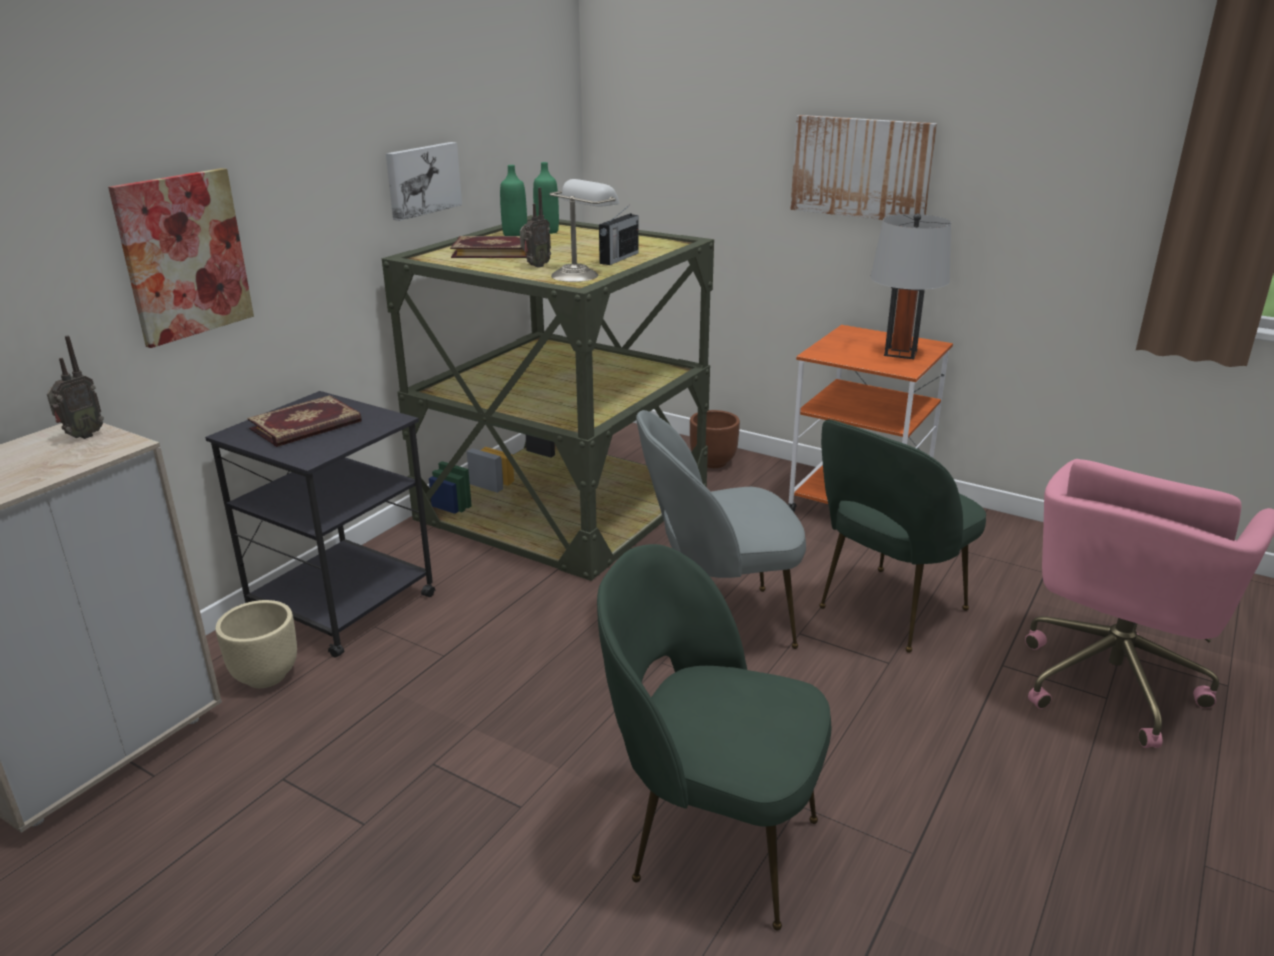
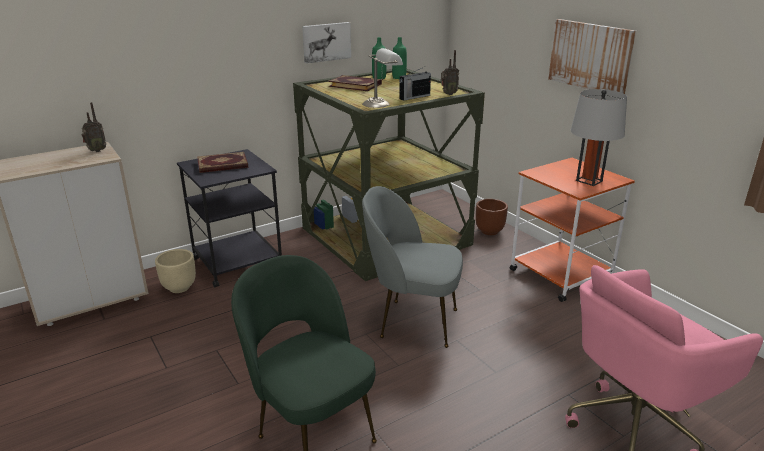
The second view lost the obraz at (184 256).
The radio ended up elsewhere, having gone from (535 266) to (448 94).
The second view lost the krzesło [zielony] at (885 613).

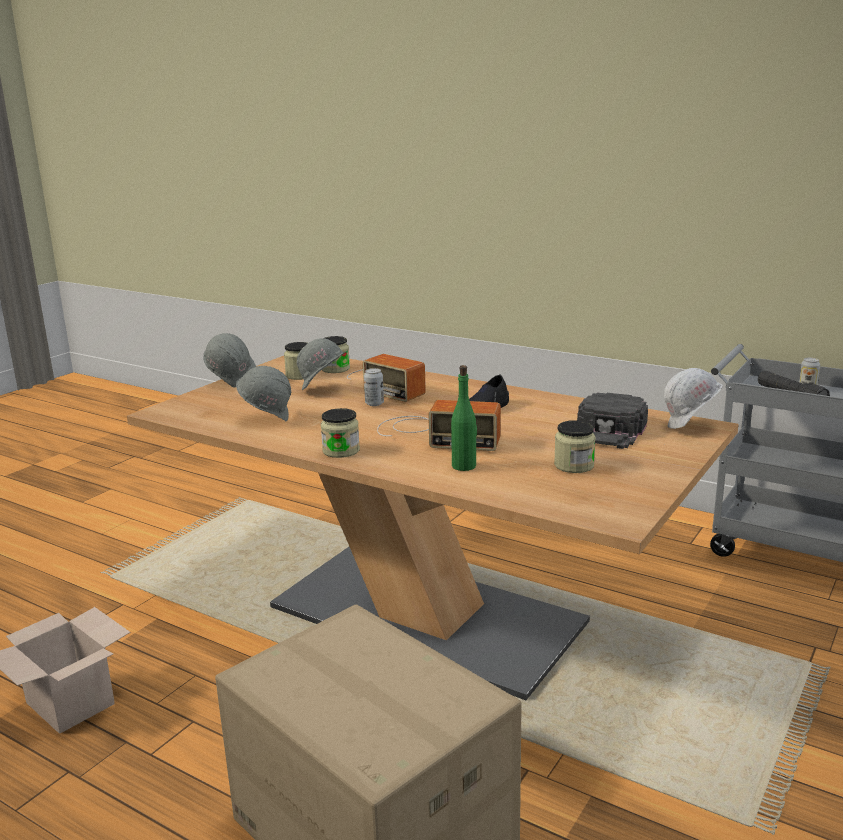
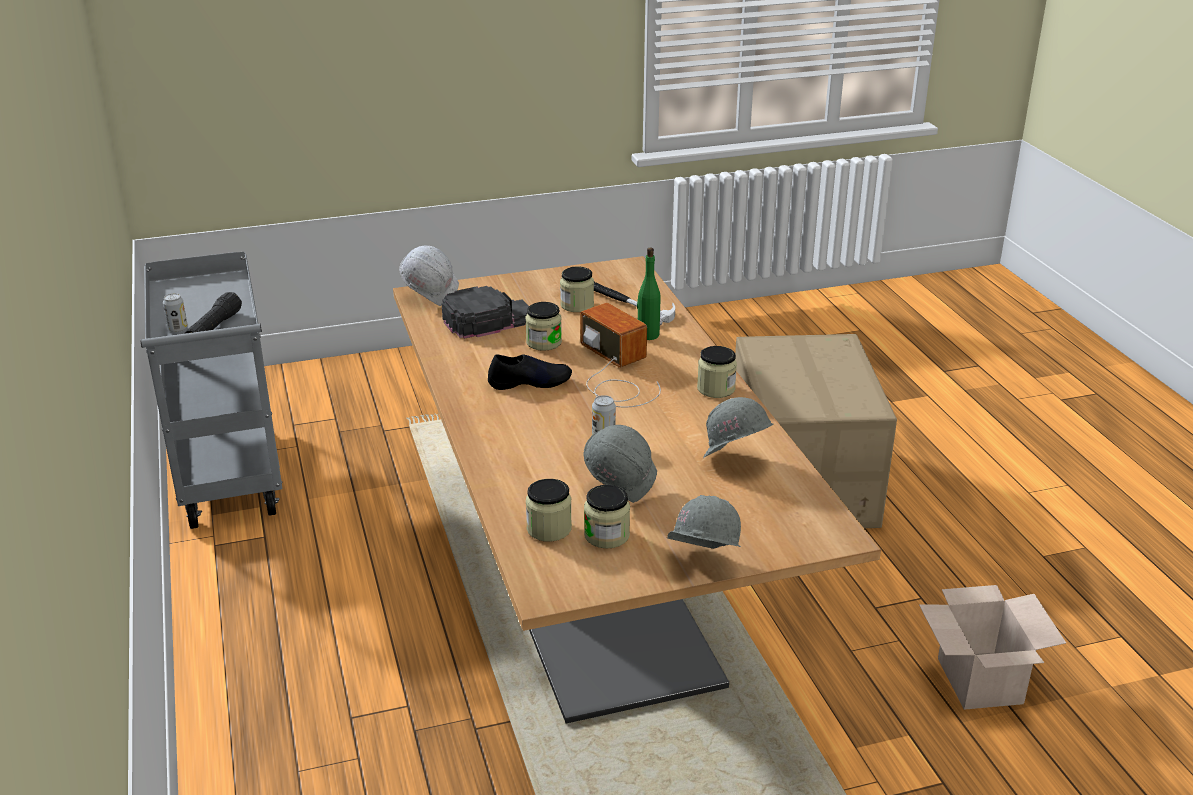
The second view lost the radio at (386 383).
The second view gained the młotek at (630 305).
The second view gained the słoik at (544 342).

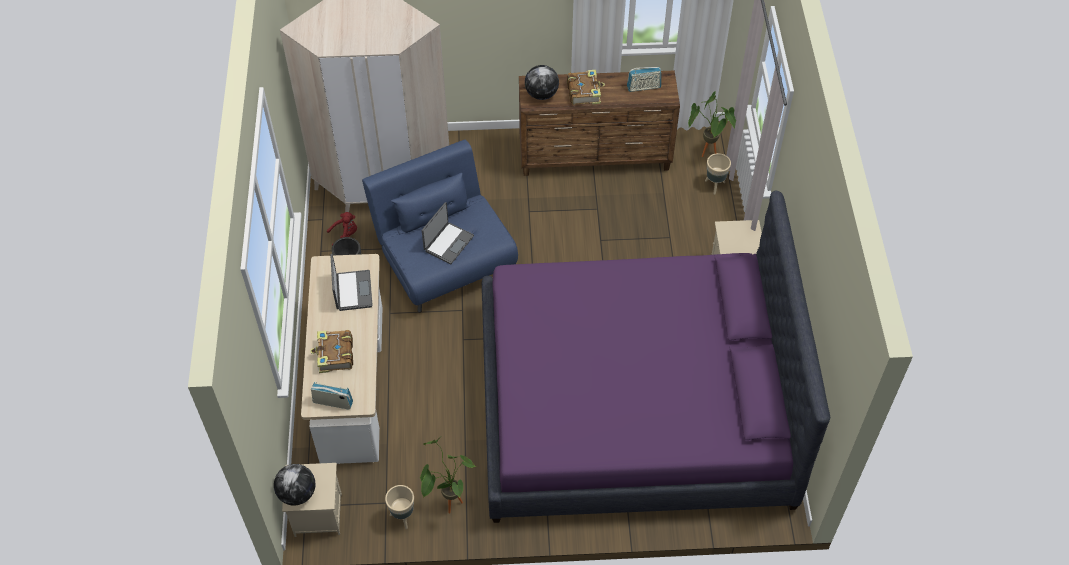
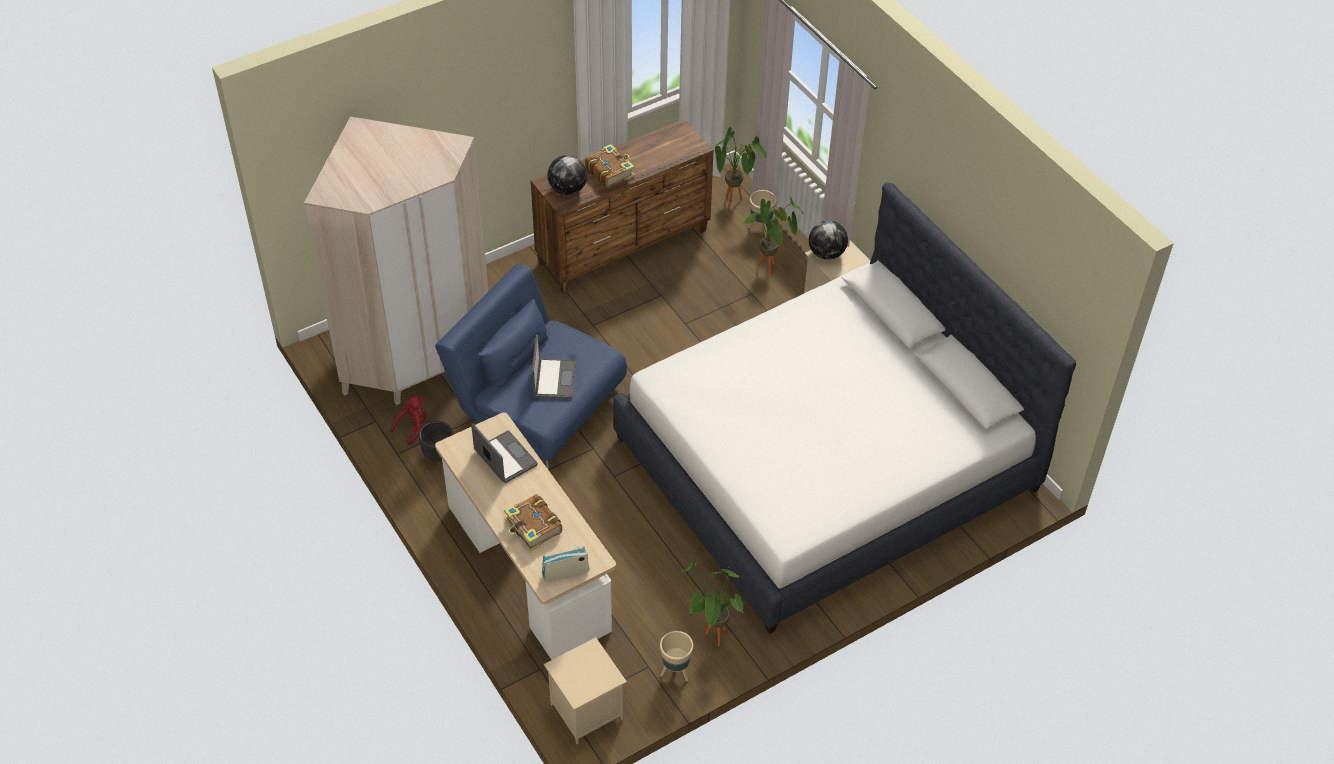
The second view lost the radio at (643 87).
What was the łóżko [fioletowy] at (633 404) turned into the łóżko [biały] at (826 463).
The globus ended up elsewhere, having gone from (297 494) to (826 254).
The second view gained the roślina doniczkowa at (771 270).

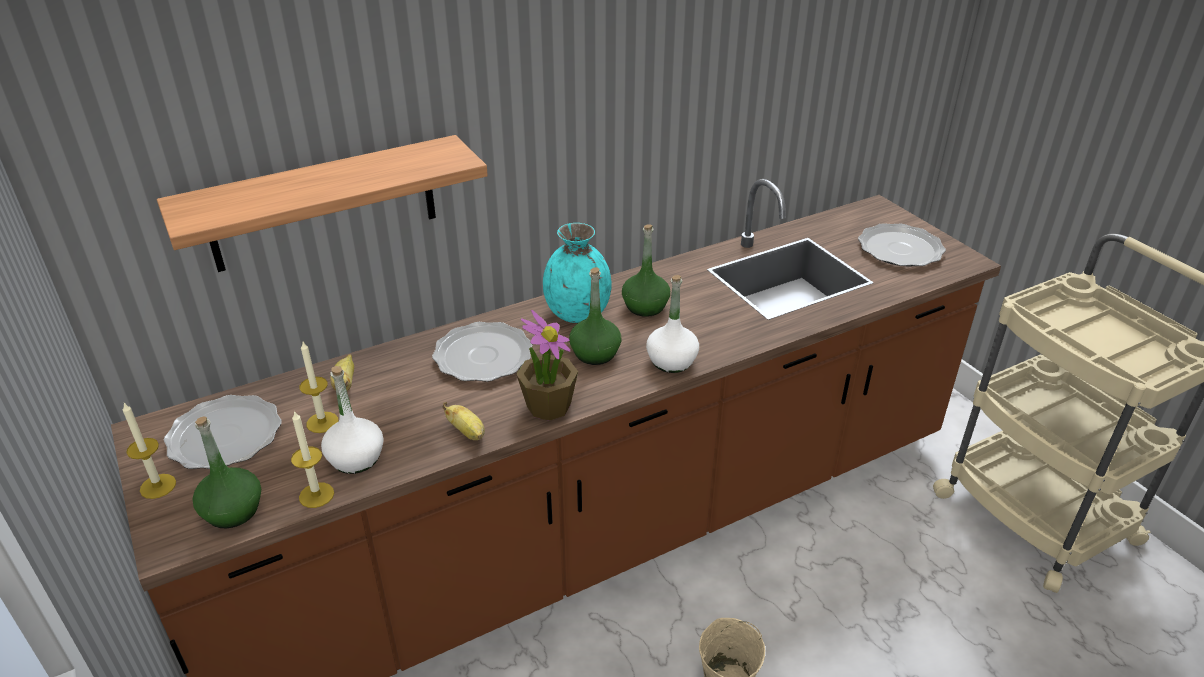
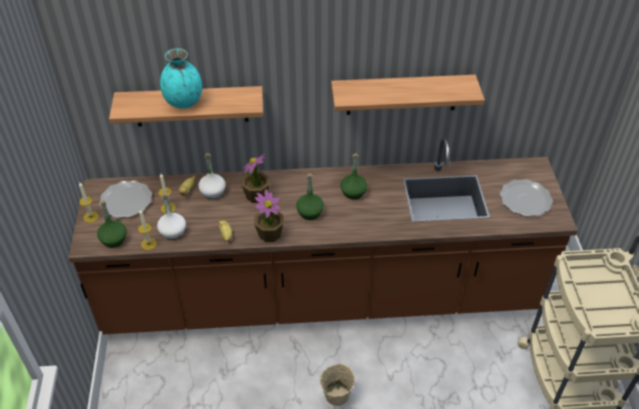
The wazon [turkusowy] ended up elsewhere, having gone from (578 313) to (184 102).
The butelka [biały] ended up elsewhere, having gone from (671 361) to (212 192).
Where the talerz stood at (483 356), the roślina doniczkowa came to stand at (256 196).
The second view gained the półka at (402 94).

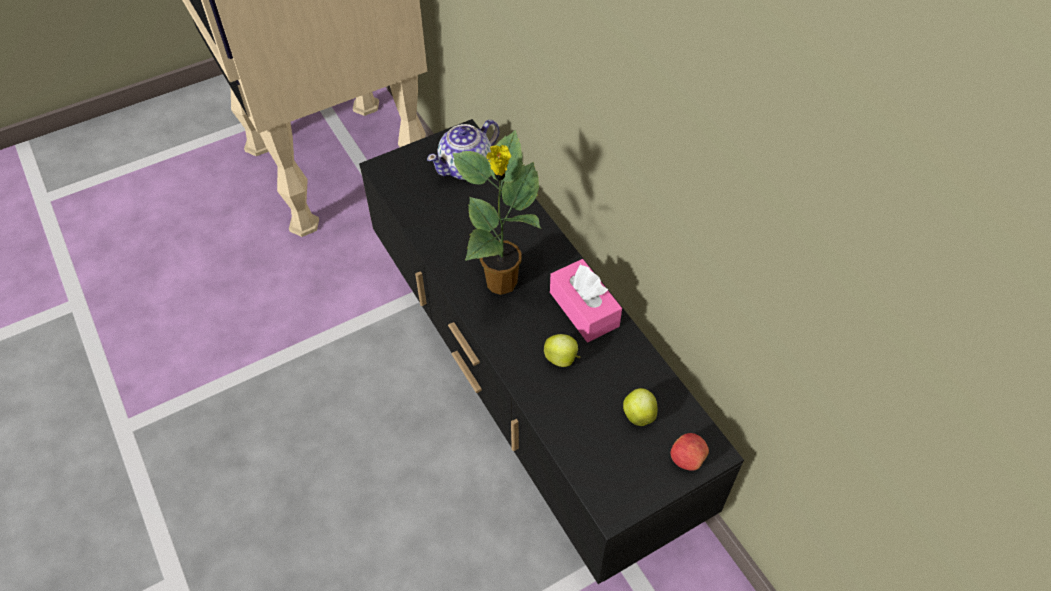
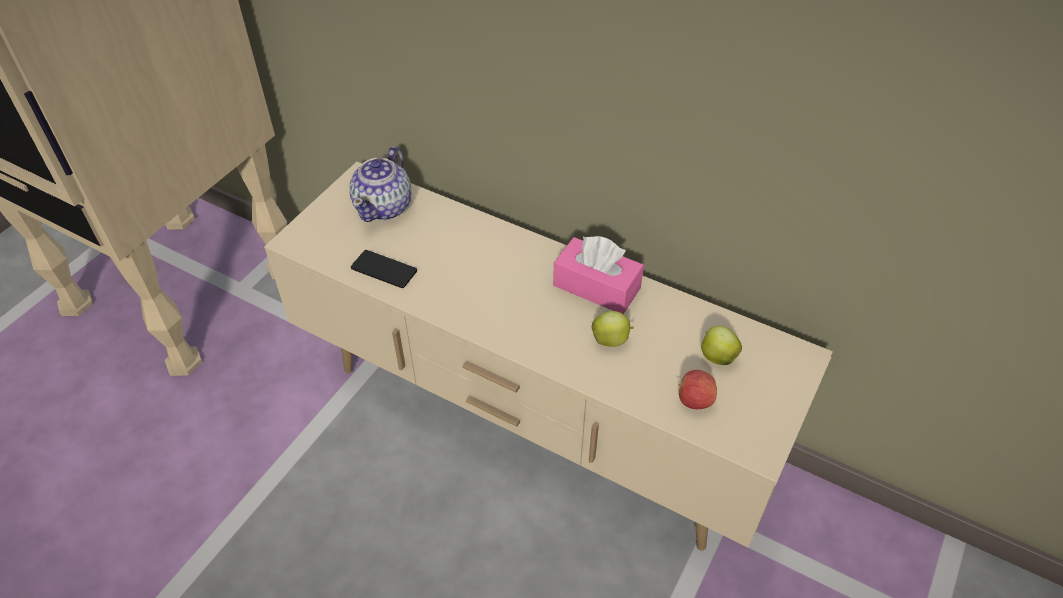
What was the szafka pod telewizor [czarny] at (527 396) turned into the szafka pod telewizor [beżowy] at (533 422).
The second view lost the roślina doniczkowa at (502 284).
The jabłko ended up elsewhere, having gone from (686 459) to (694 400).
The second view gained the telefon at (384 269).

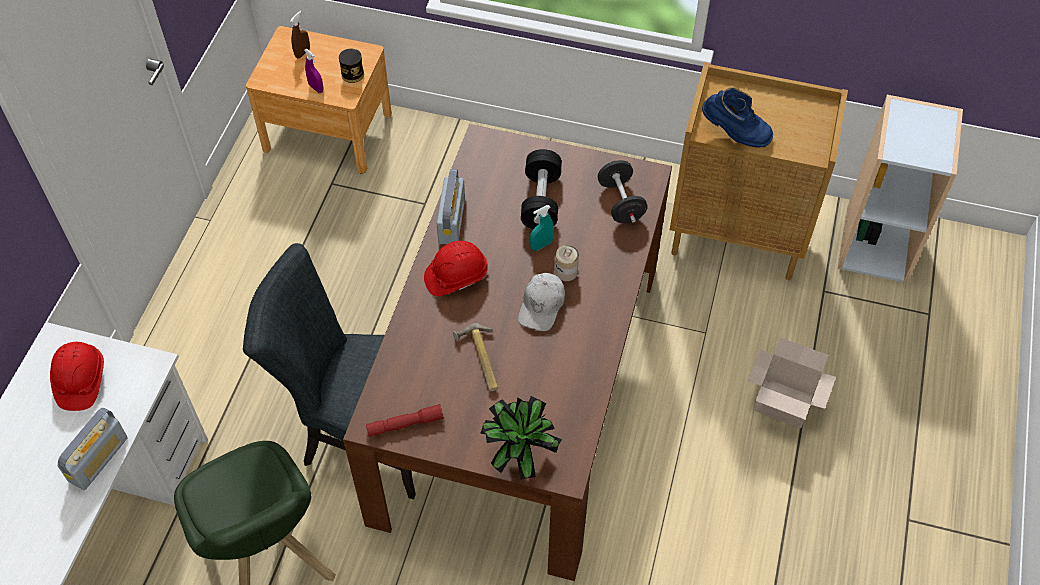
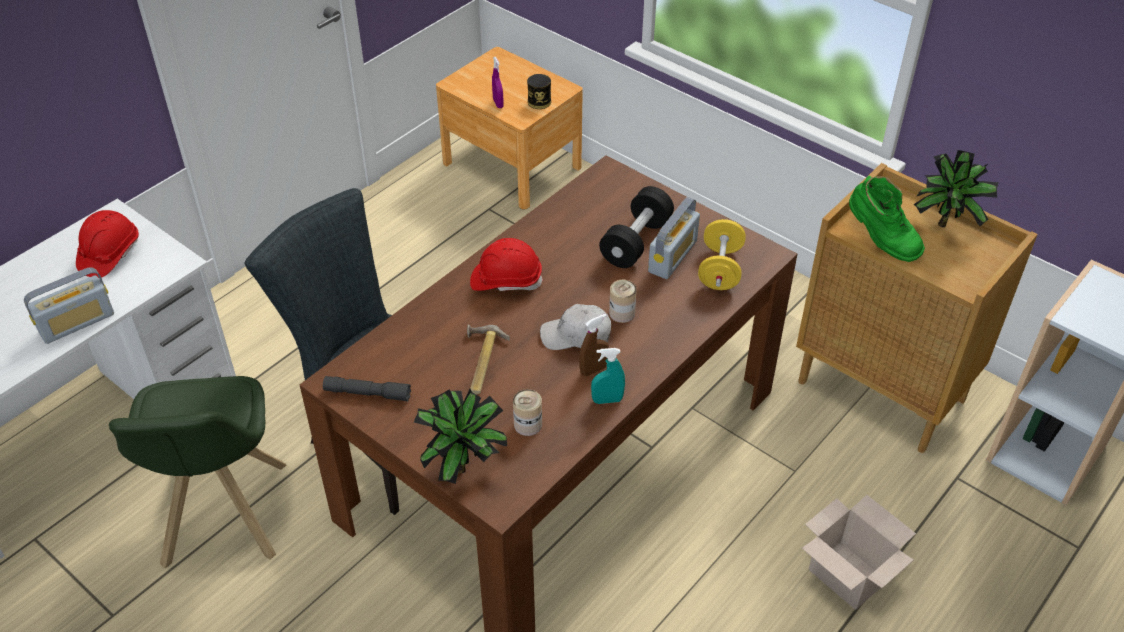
The spryskiwacz [brązowy] ended up elsewhere, having gone from (302 53) to (593 370).
What was the but z cholewką [niebieski] at (734 135) turned into the but z cholewką [zielony] at (880 241).
What was the hantel [czarny] at (621 203) turned into the hantel [żółty] at (720 269).
The radio ended up elsewhere, having gone from (451 221) to (672 256).
The spryskiwacz [turkusowy] ended up elsewhere, having gone from (541 245) to (607 400).
The czapka z daszkiem [biały] at (542 306) ended up facing another way, 45 degrees clockwise from before.
What was the latarka [czerwony] at (405 424) turned into the latarka [szary] at (367 393).
The second view gained the roślina doniczkowa at (947 224).
The second view gained the puszka at (528 424).

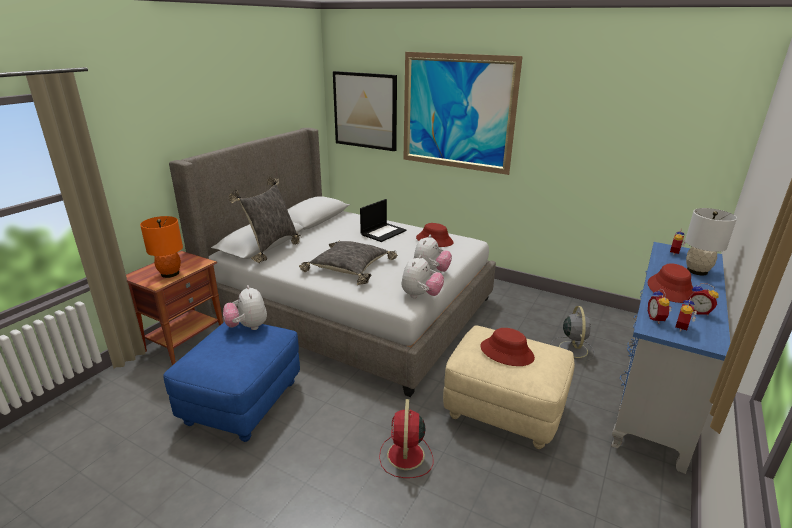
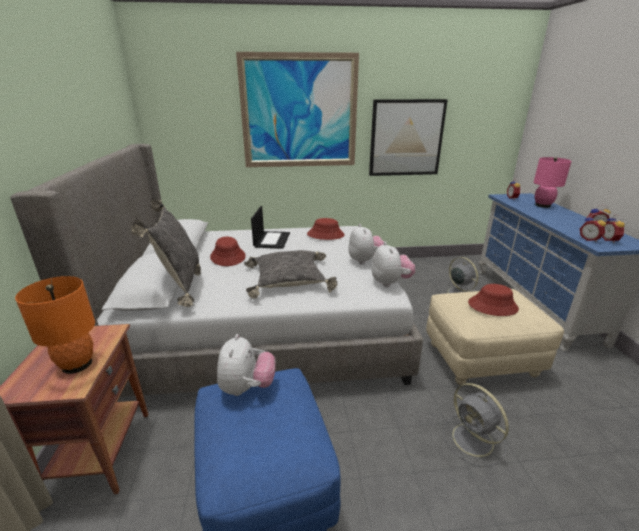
The obraz ended up elsewhere, having gone from (365 110) to (406 138).
What was the lampa stołowa [biały] at (697 271) turned into the lampa stołowa [różowy] at (543 205).
The kapelusz [czerwony] ended up elsewhere, having gone from (671 289) to (228 257).
The pluszak at (248 327) ended up facing another way, 120 degrees counterclockwise from before.
What was the wentylator [czerwony] at (405 456) turned into the wentylator [szary] at (474 441).

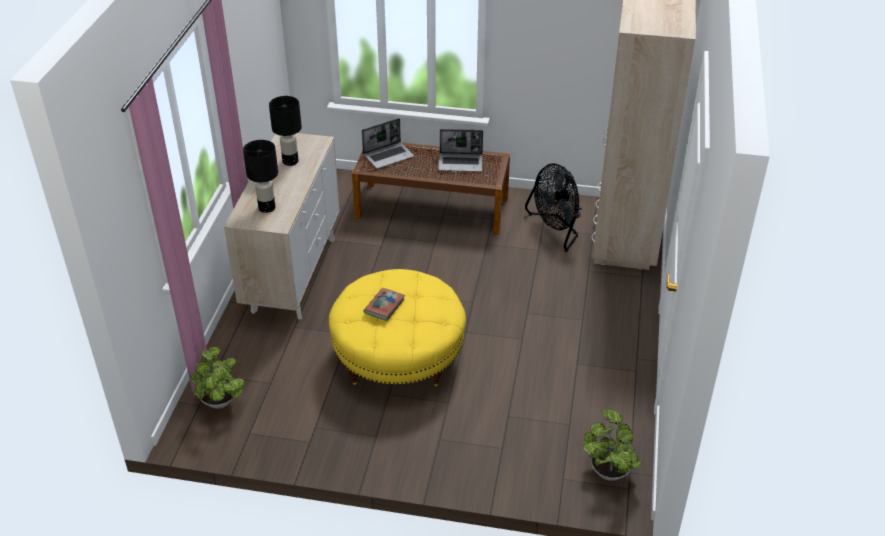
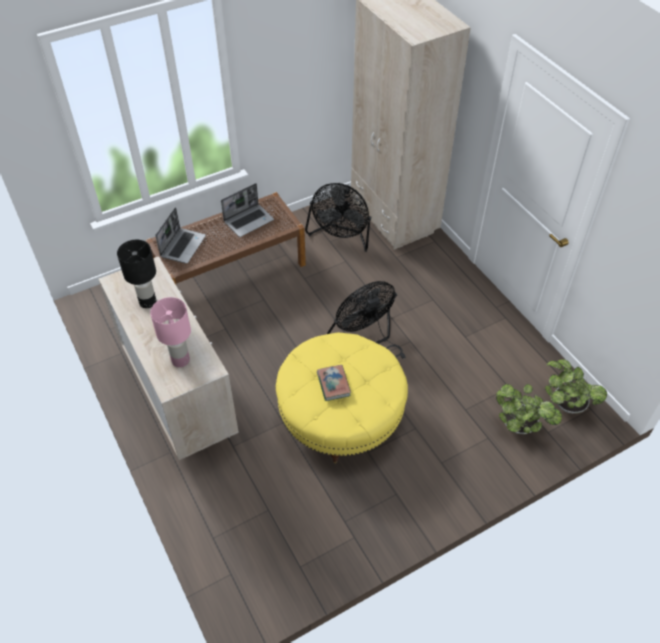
What was the lampa stołowa [czarny] at (266 208) turned into the lampa stołowa [różowy] at (180 361).
The roślina doniczkowa ended up elsewhere, having gone from (220 403) to (520 427).
The second view gained the wentylator [czarny] at (370 338).

